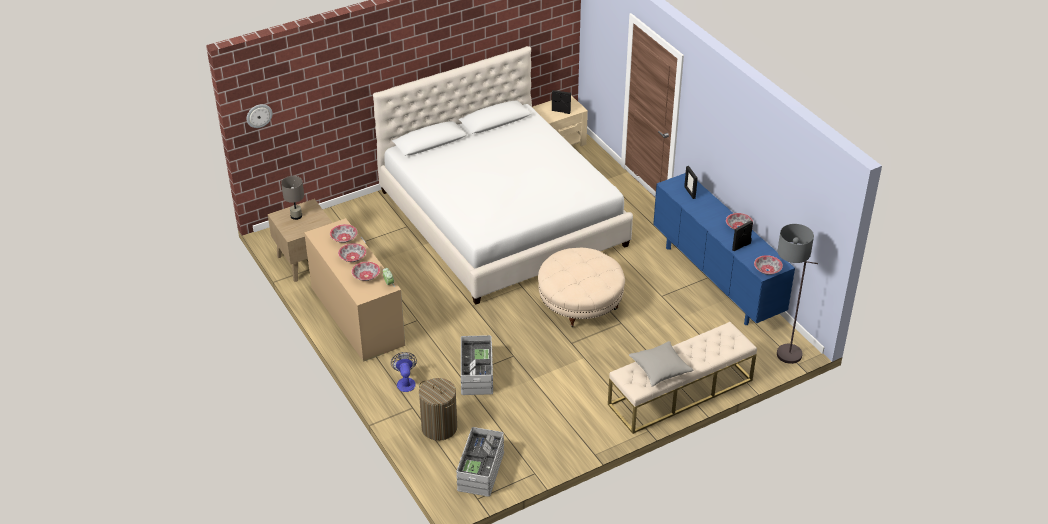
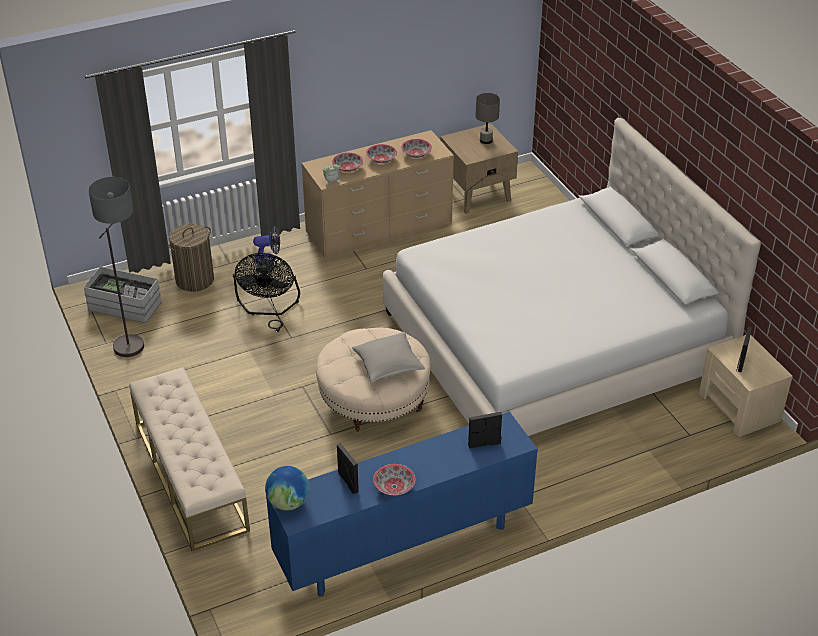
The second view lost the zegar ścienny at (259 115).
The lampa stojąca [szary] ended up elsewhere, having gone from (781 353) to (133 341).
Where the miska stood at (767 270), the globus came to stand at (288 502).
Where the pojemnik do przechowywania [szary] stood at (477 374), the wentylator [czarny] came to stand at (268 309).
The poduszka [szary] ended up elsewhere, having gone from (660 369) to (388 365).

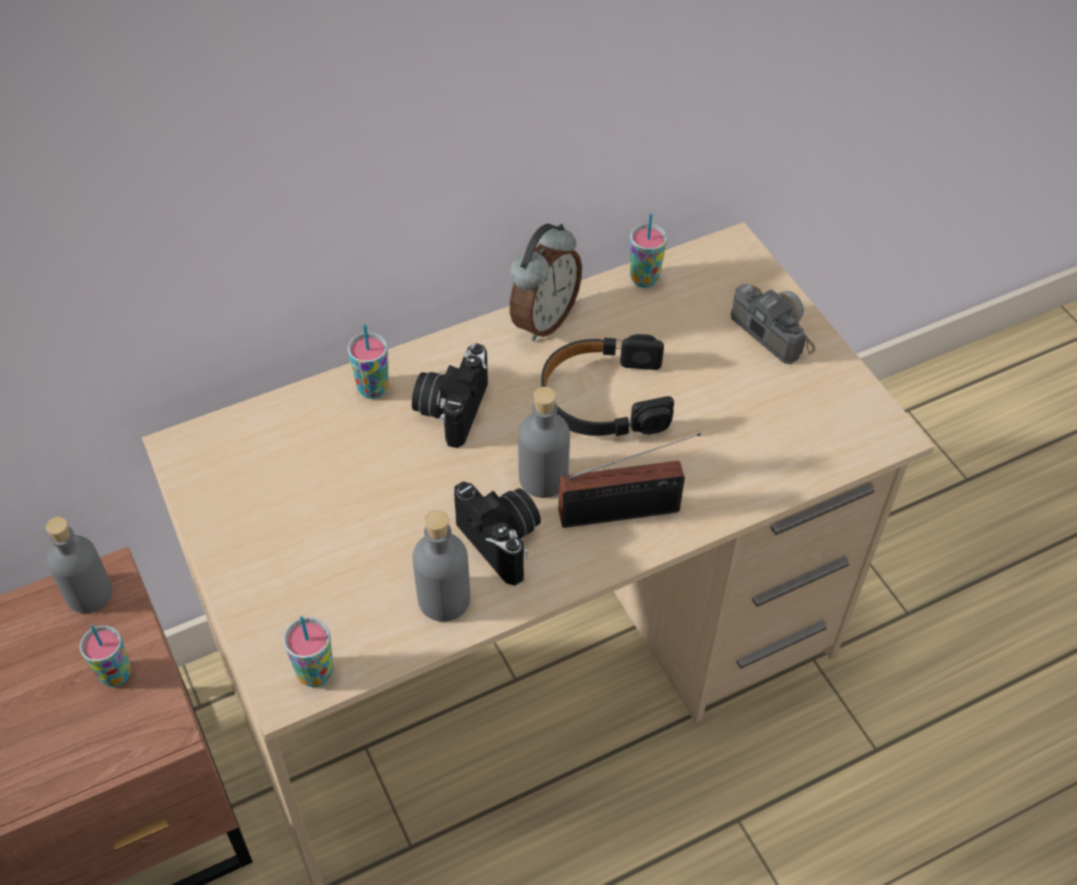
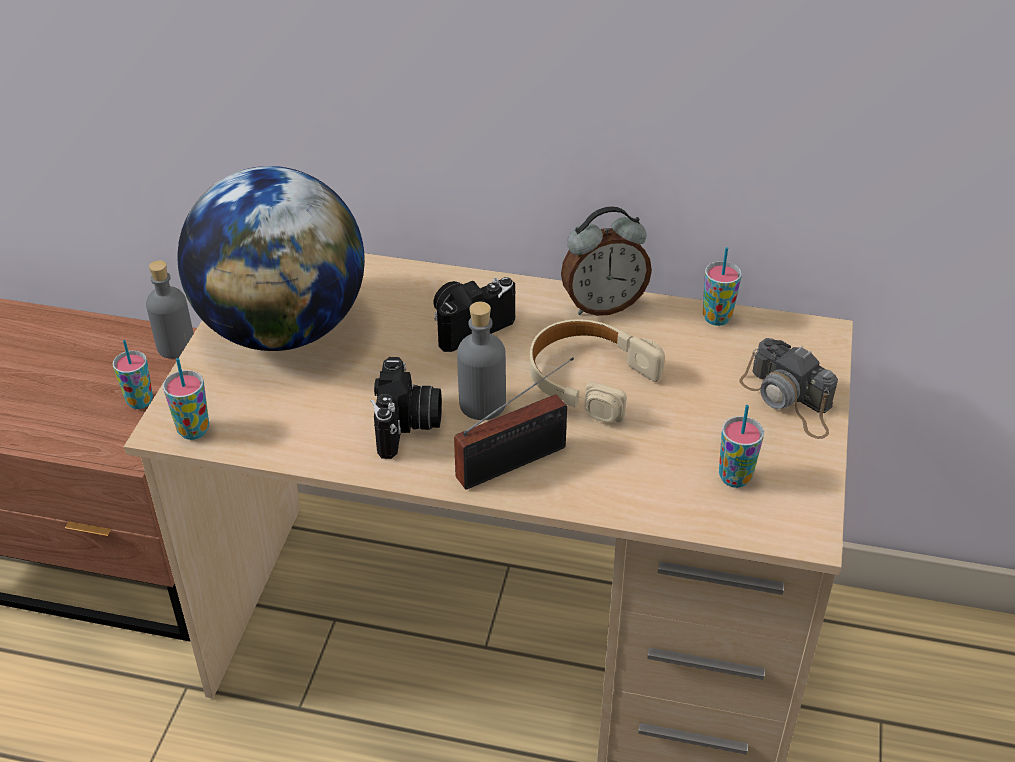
The aparat fotograficzny at (769 324) ended up facing another way, 135 degrees clockwise from before.
The filiżanka ended up elsewhere, having gone from (373 389) to (735 477).
What was the słuchawki [czarny] at (603 398) turned into the słuchawki [beżowy] at (589 379).
The radio at (626 512) ended up facing another way, 60 degrees counterclockwise from before.
The second view lost the butelka [szary] at (444 599).
The second view gained the globus at (282 329).

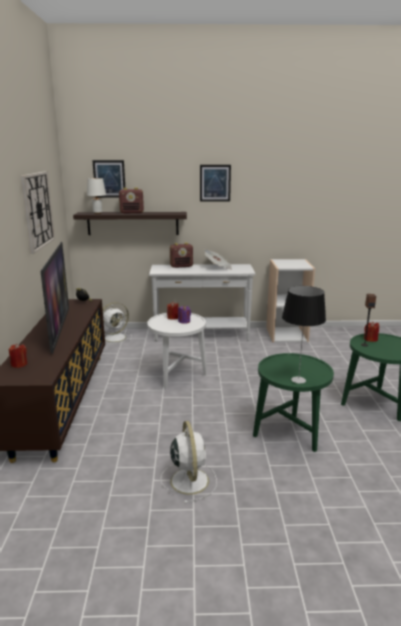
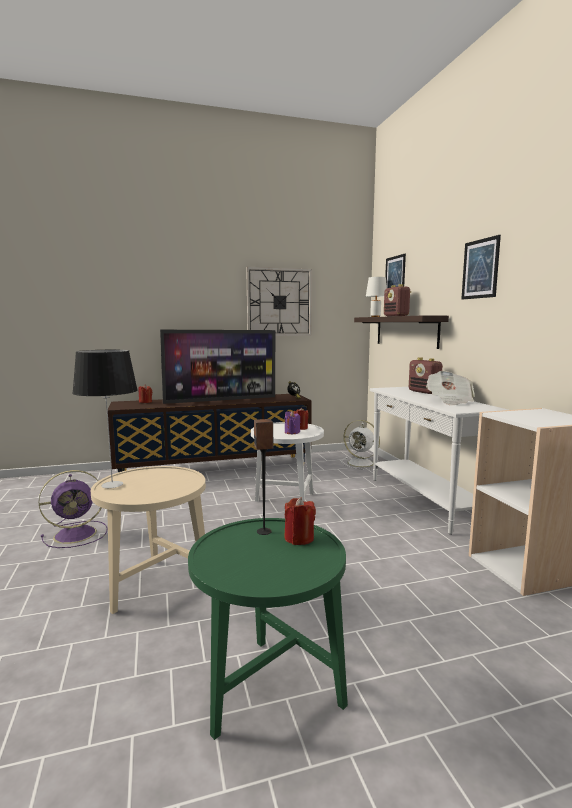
What was the stolik [zielony] at (290 435) turned into the stolik [beżowy] at (156 588).
What was the wentylator [biały] at (189 479) turned into the wentylator [fioletowy] at (77 534).

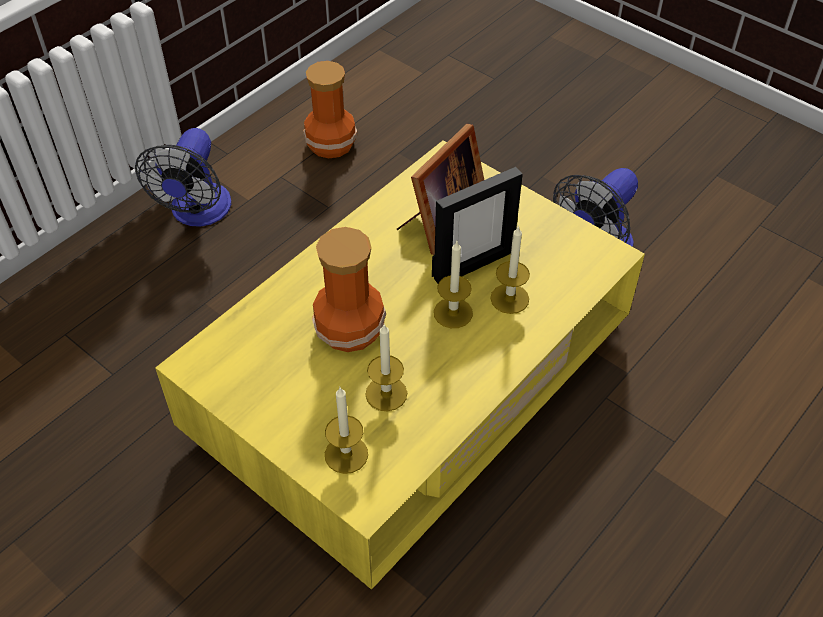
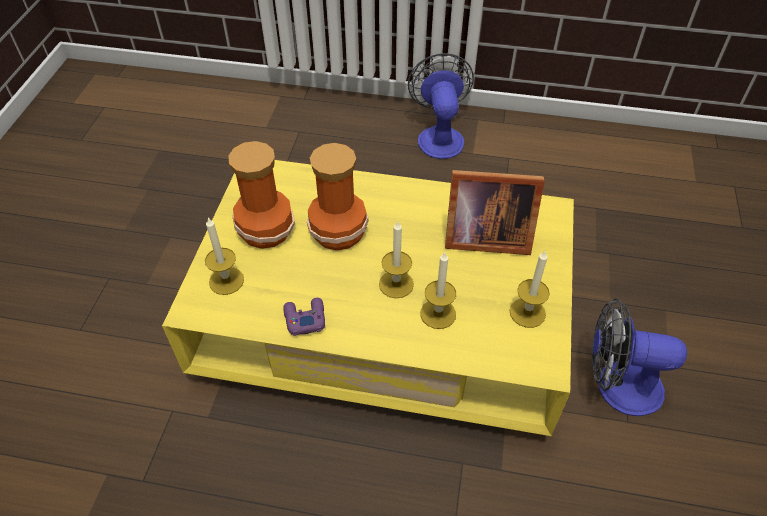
The wazon ended up elsewhere, having gone from (330 144) to (264 230).
The wentylator at (198 213) ended up facing another way, 105 degrees clockwise from before.
The second view lost the ramka na zdjęcie at (473 264).
The świeca ended up elsewhere, having gone from (386 394) to (527 312).
The second view gained the pad do gier [fioletowy] at (304 318).

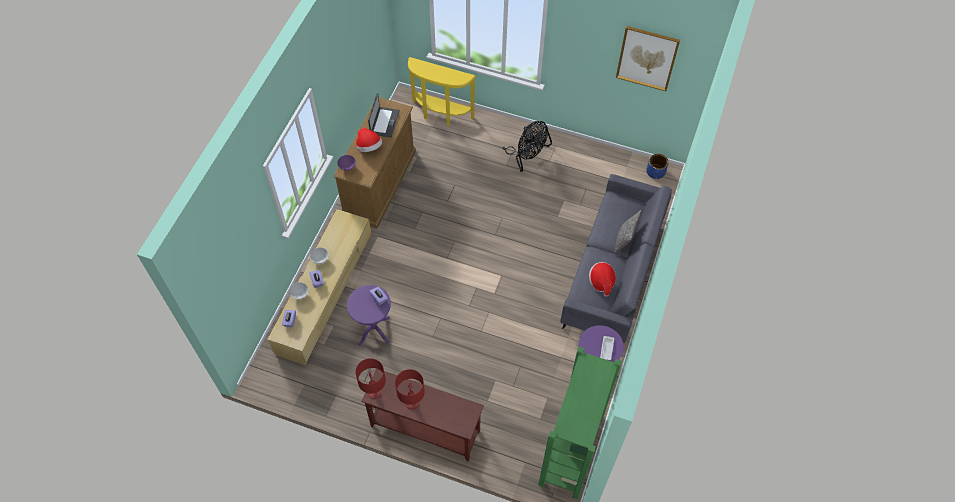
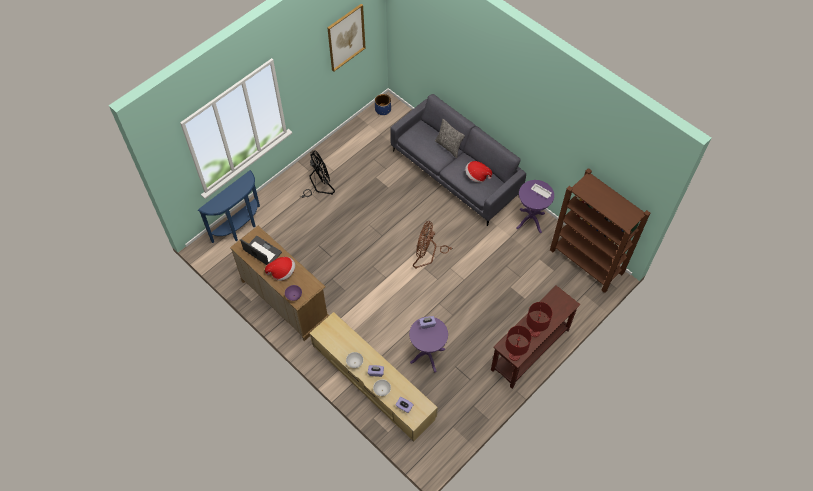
What was the stolik konsolowy [żółty] at (440 115) turned into the stolik konsolowy [niebieski] at (240 228).
What was the regał [zielony] at (571 451) turned into the regał [brązowy] at (586 261).
The second view gained the wentylator [brązowy] at (428 251).

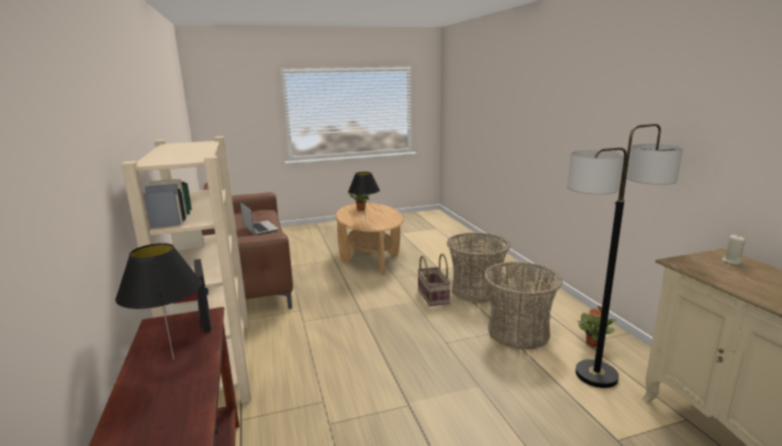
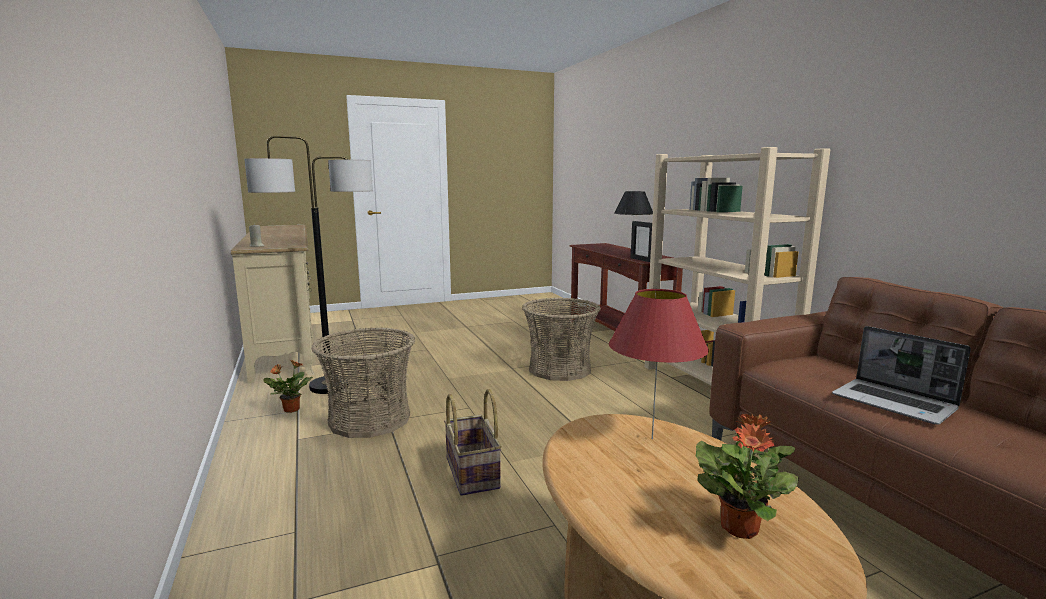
What was the lampa stołowa [czarny] at (365 222) turned into the lampa stołowa [czerwony] at (652 439).
The koszyk ended up elsewhere, having gone from (476 290) to (560 369).

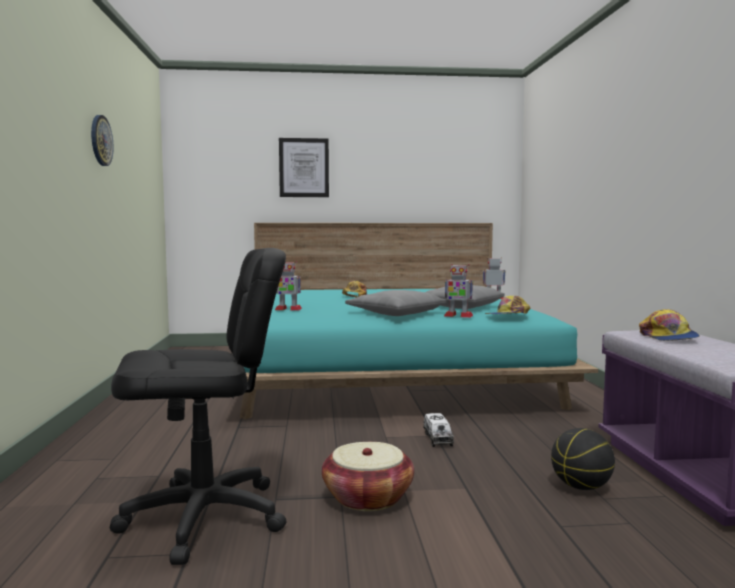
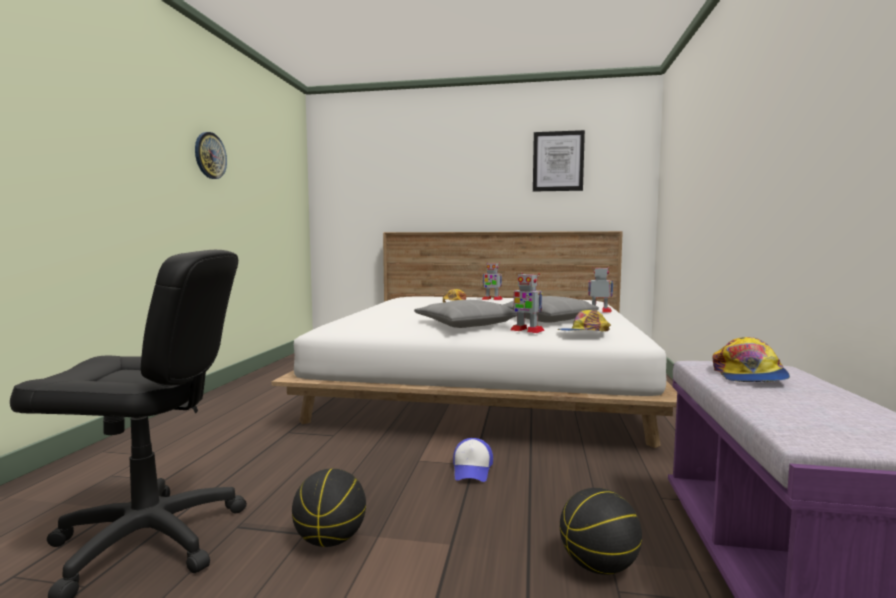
The obraz ended up elsewhere, having gone from (304 168) to (558 161).
What was the łóżko [turkusowy] at (389 373) turned into the łóżko [biały] at (485 384).
The robot zabawkowy ended up elsewhere, having gone from (288 309) to (491 299).
Where the ciężarówka zabawkowa stood at (437 438), the czapka z daszkiem came to stand at (472 469).
Where the koszyk stood at (368 497), the piłka do koszykówki came to stand at (331 540).

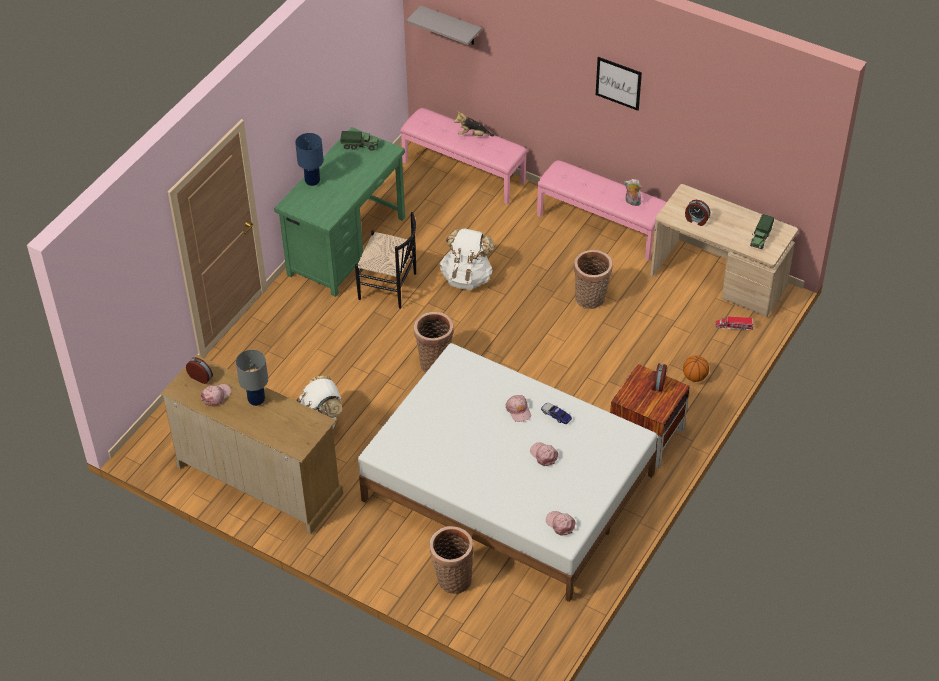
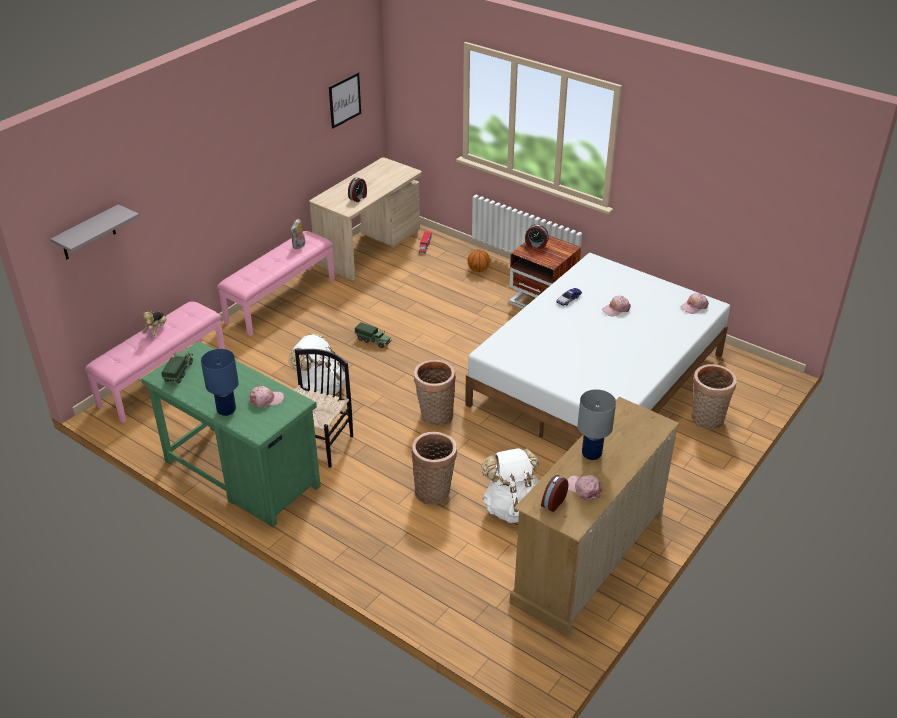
The obraz ended up elsewhere, having gone from (618 83) to (344 100).
The ciężarówka zabawkowa ended up elsewhere, having gone from (760 238) to (373 341).
The koszyk ended up elsewhere, having gone from (591 300) to (434 491).
The czapka z daszkiem [różowy] ended up elsewhere, having gone from (518 410) to (266 400).

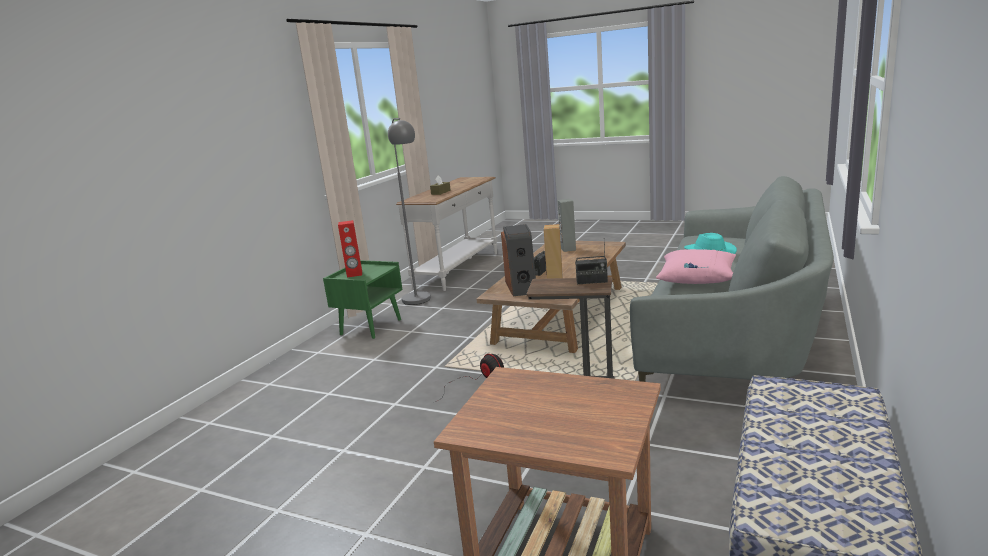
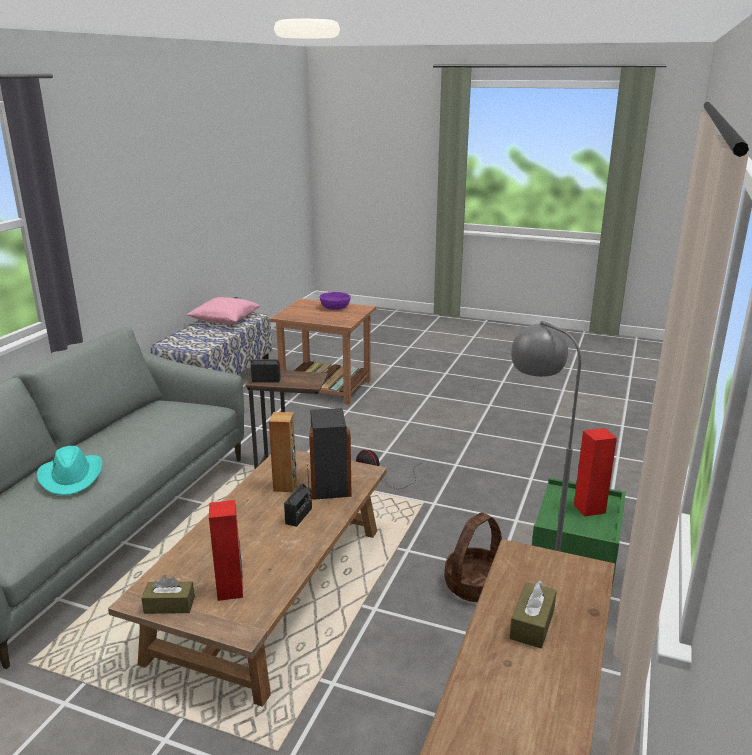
What was the głośnik [szary] at (567 249) turned into the głośnik [czerwony] at (230 590).
The poduszka [różowy] ended up elsewhere, having gone from (696 279) to (225 320).
The second view gained the miska [fioletowy] at (335 307).
The second view gained the koszyk at (474 585).
The second view gained the pudełko chusteczek [brązowy] at (169 605).

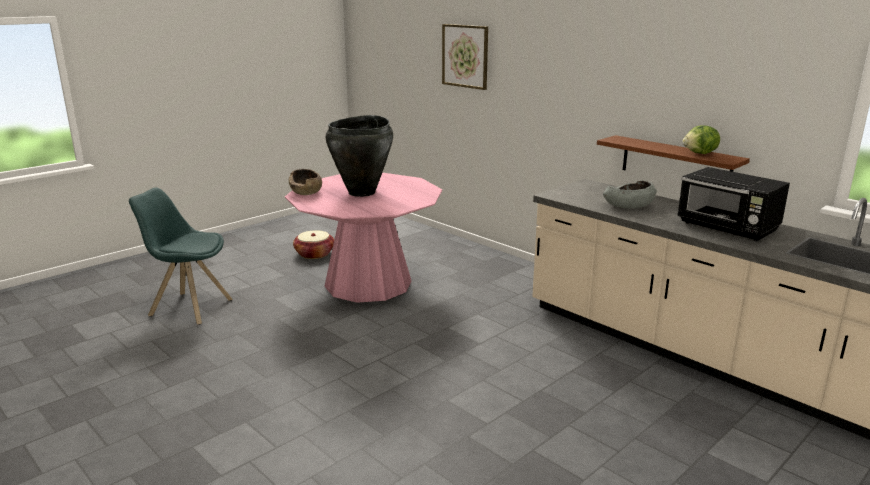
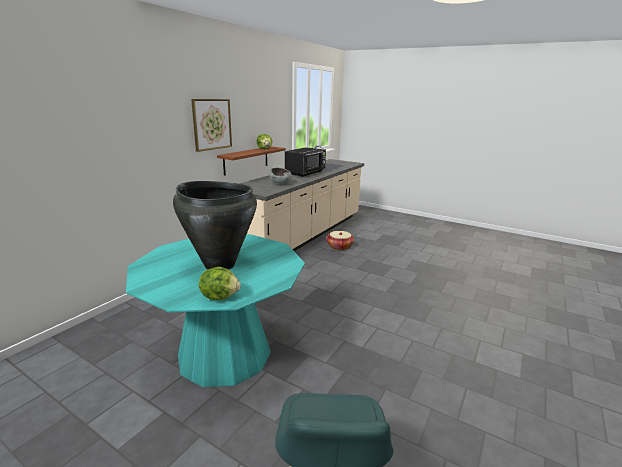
The obraz ended up elsewhere, having gone from (465 56) to (212 124).
Where the miska [brązowy] stood at (306 192), the sałata came to stand at (220 296).
What was the stół jadalny [różowy] at (368 283) turned into the stół jadalny [turkusowy] at (224 354).
The koszyk ended up elsewhere, having gone from (314 254) to (339 246).

